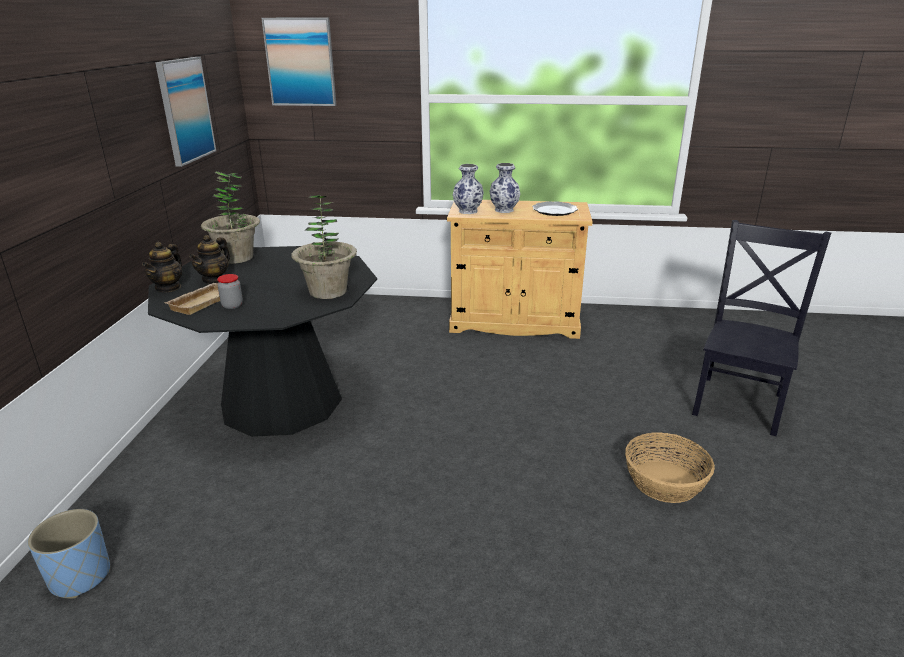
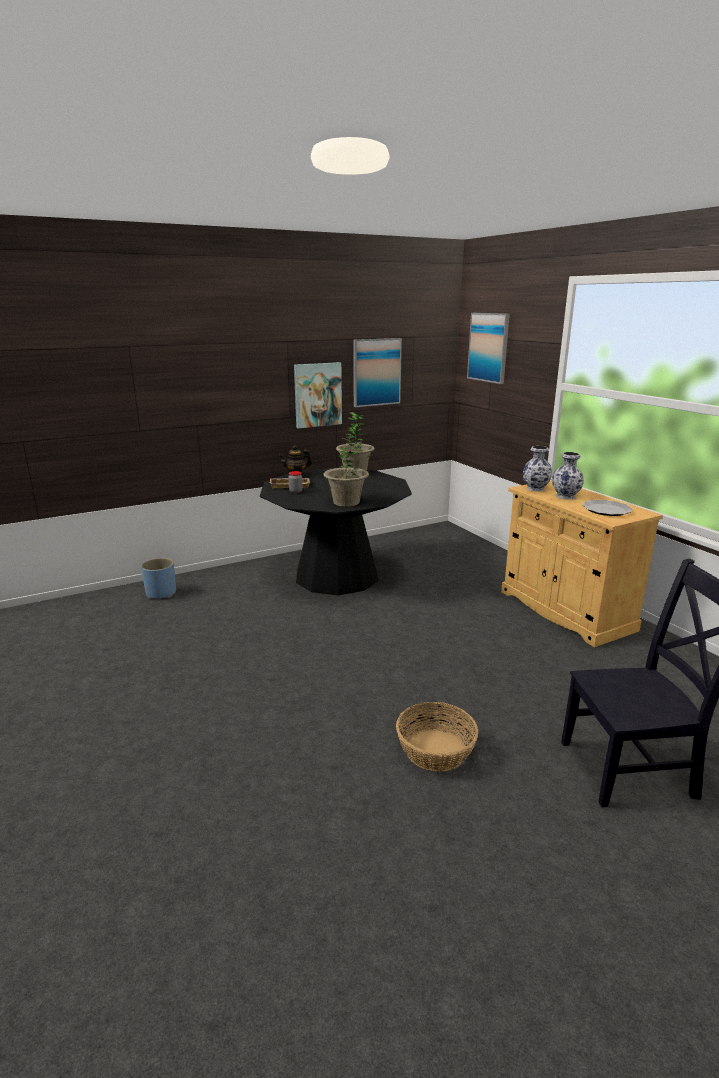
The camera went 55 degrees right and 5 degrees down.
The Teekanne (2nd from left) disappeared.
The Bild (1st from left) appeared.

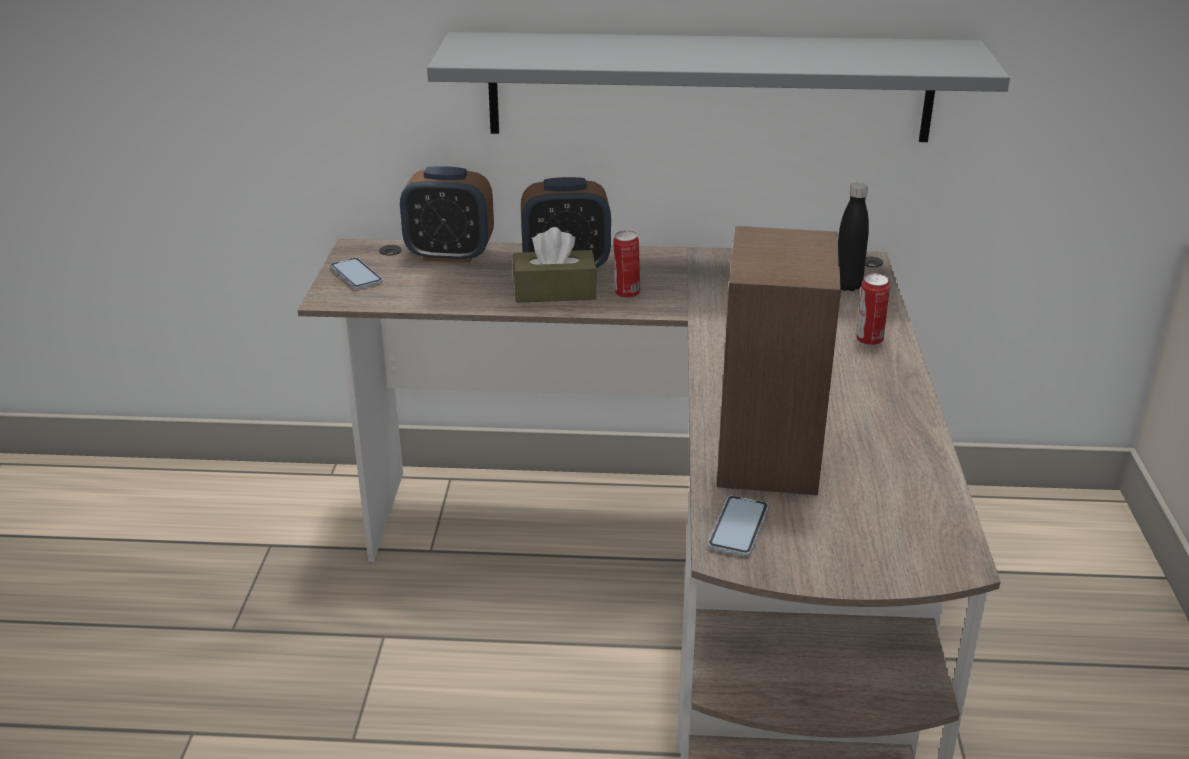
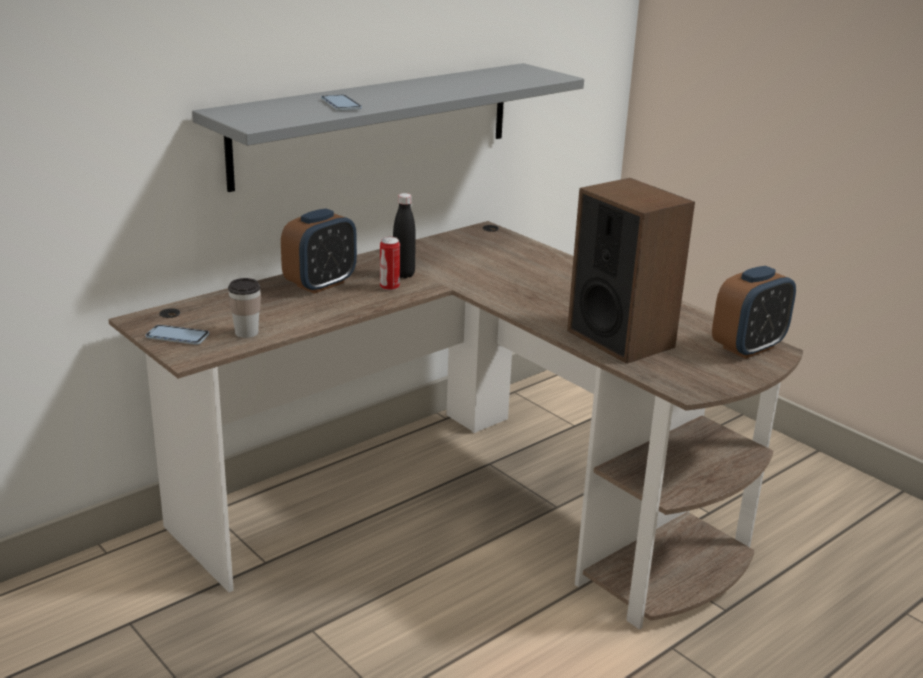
The camera went 45 degrees left and 5 degrees down.
The Wecker (1st from left in the first image) moved.
The Taschentuchbox/braun disappeared.
The Handy (2nd from left) moved.
The Flasche/schwarz moved.
The Dose (2nd from left) disappeared.
The Tasse appeared.

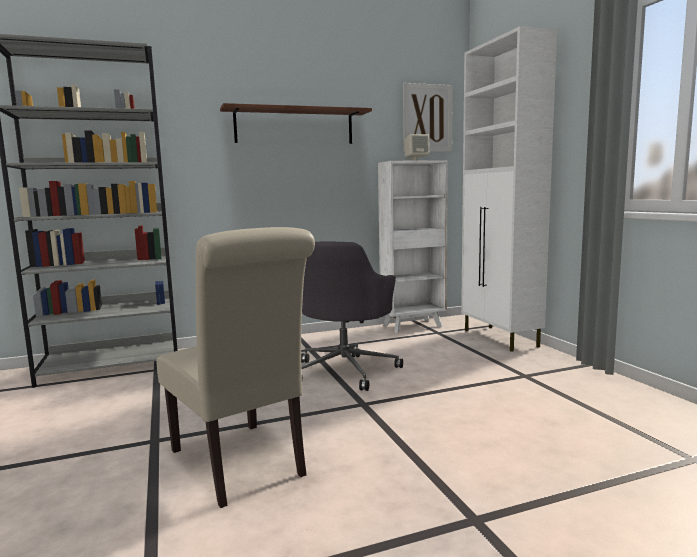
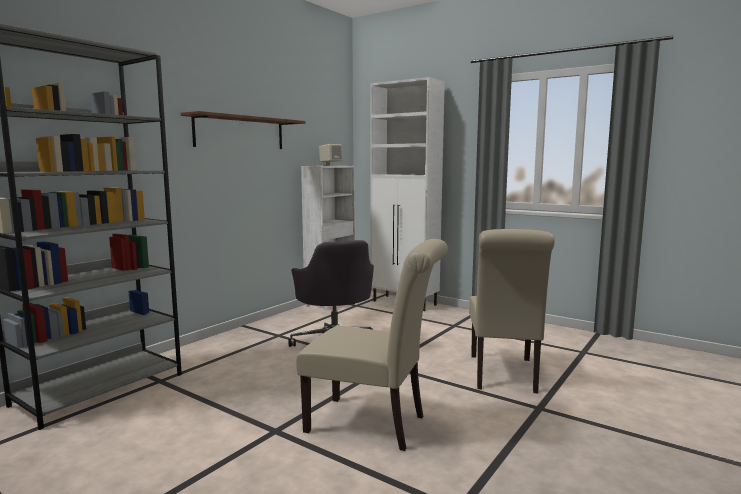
The camera went 35 degrees left and 0 degrees up.
The Bild disappeared.
The Stuhl/beige (2nd from left) appeared.

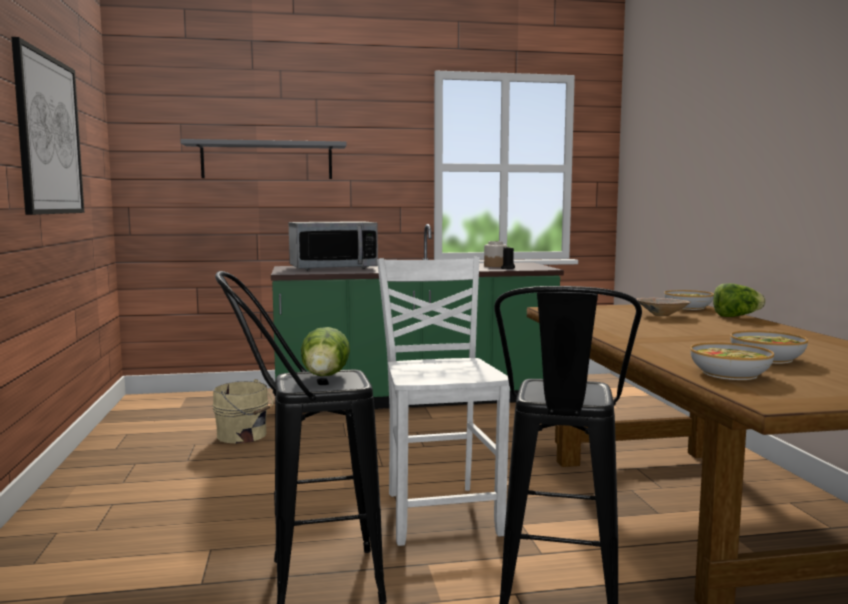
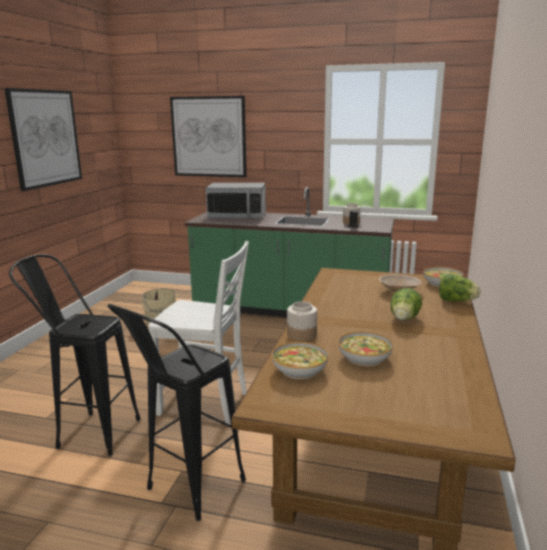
The camera went 25 degrees right and 10 degrees up.
The Wandregal/grau was replaced by the Bild (2nd from left).
The Salatkopf (1st from left) moved.
The Stuhl/weiß turned 90 degrees clockwise.
The Vorratsglas (1st from left) appeared.

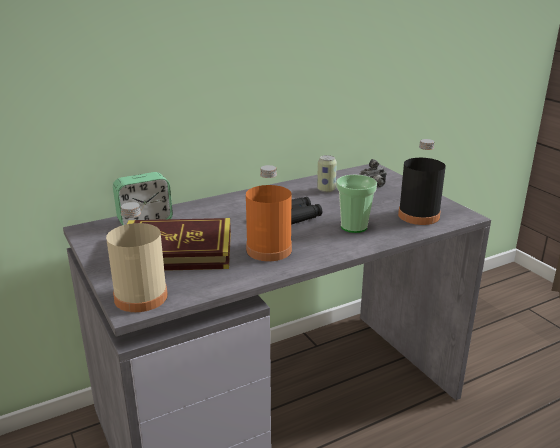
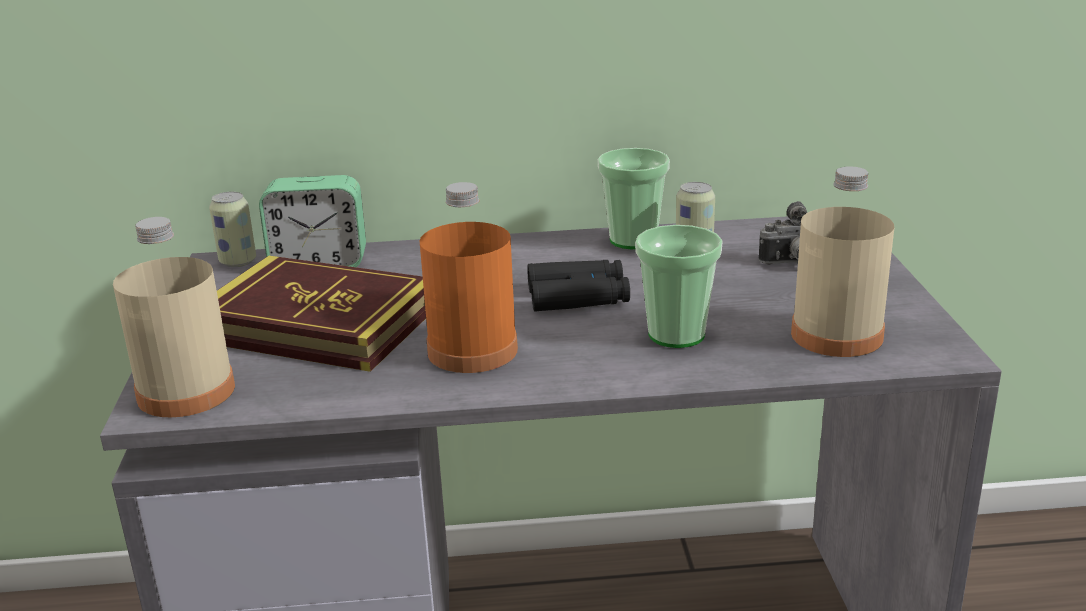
The camera went 25 degrees right and 0 degrees up.
The Flasche/schwarz became the Flasche/beige (2nd from left).
The Dose (1st from left) appeared.
The Tasse (1st from left) appeared.

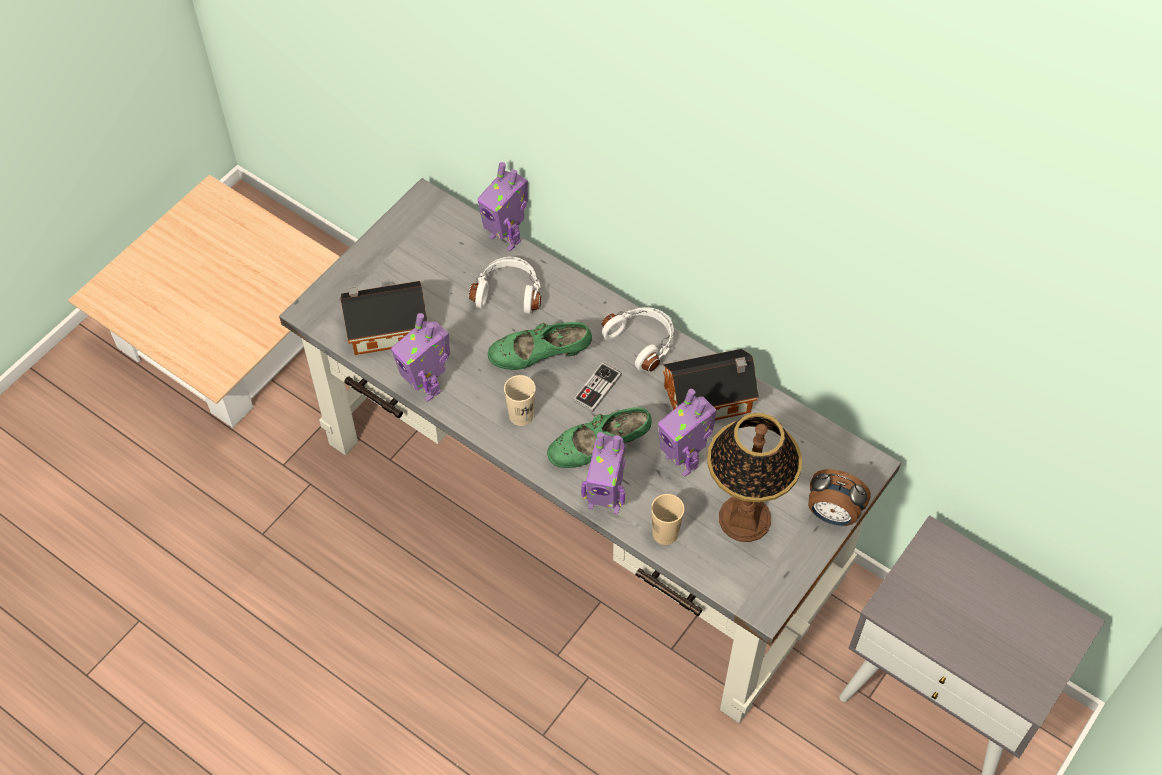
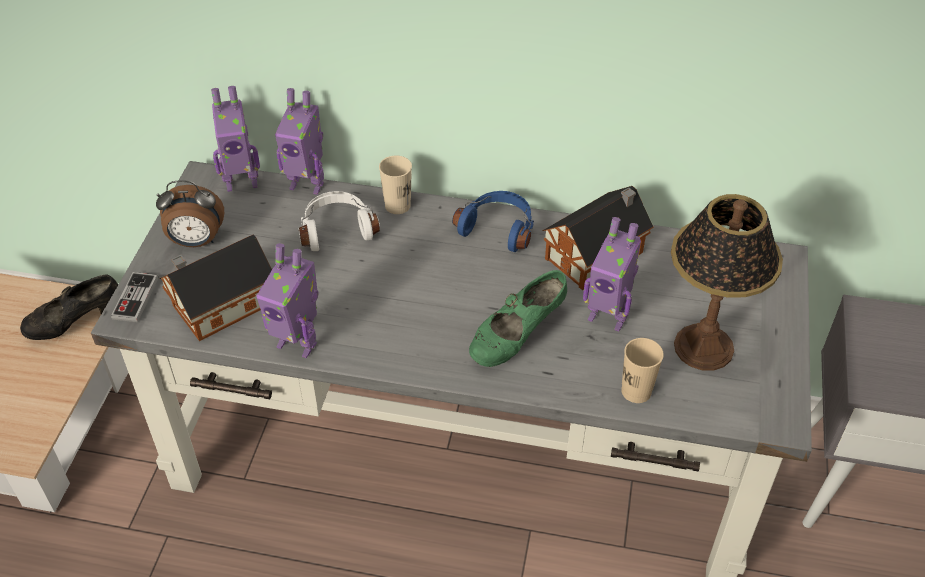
The camera went 25 degrees left and 10 degrees down.
The Schuh/grün (1st from left) disappeared.
The Tasse/beige (1st from left) moved.
The Gamepad moved.
The Spielzeugroboter (3rd from left in the first image) moved.
The Kopfhörer/weiß (2nd from left) became the Kopfhörer/blau.
The Wecker moved.
The Schuh/schwarz appeared.

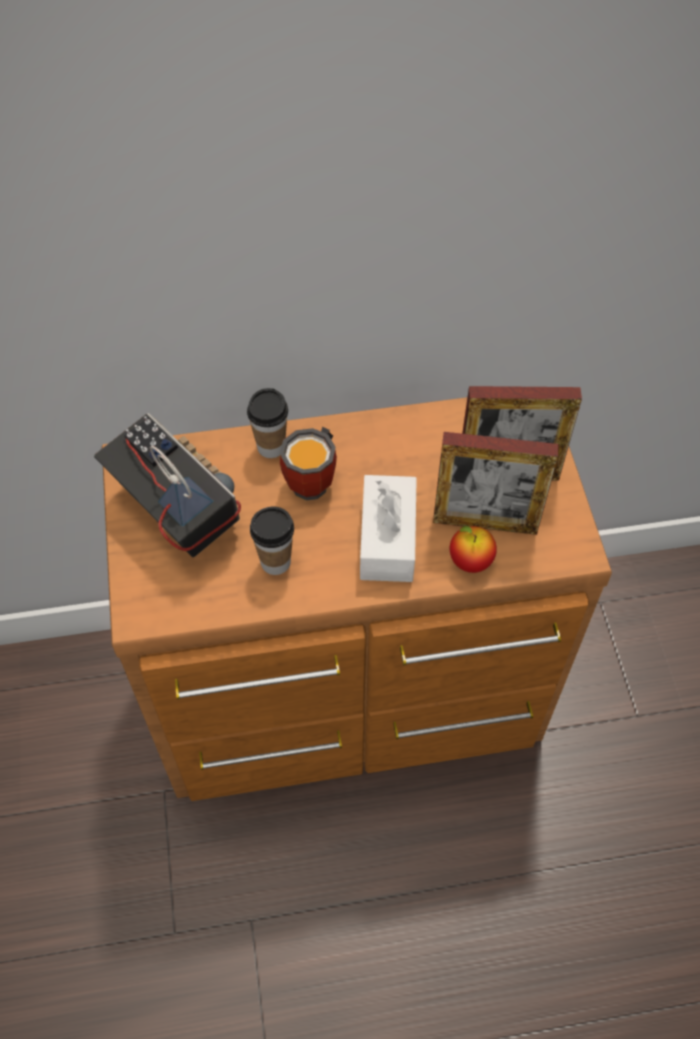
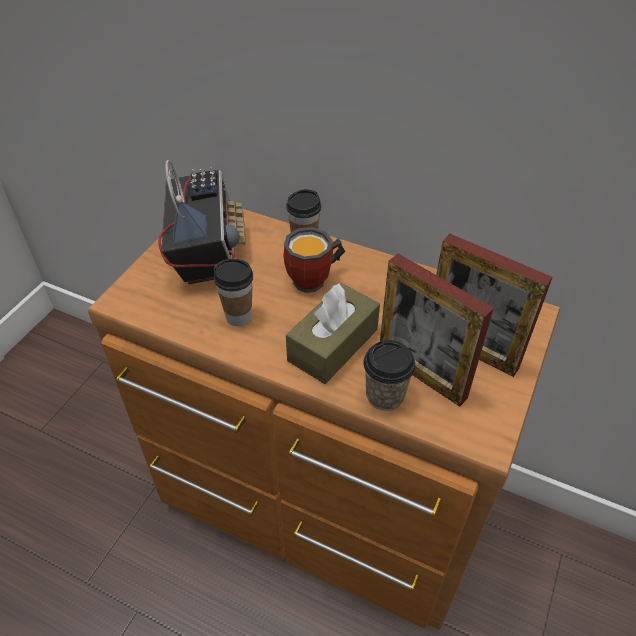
The camera went 35 degrees right and 10 degrees down.
The Taschentuchbox/weiß became the Taschentuchbox/braun.
The Apfel was replaced by the Tasse (3rd from left).

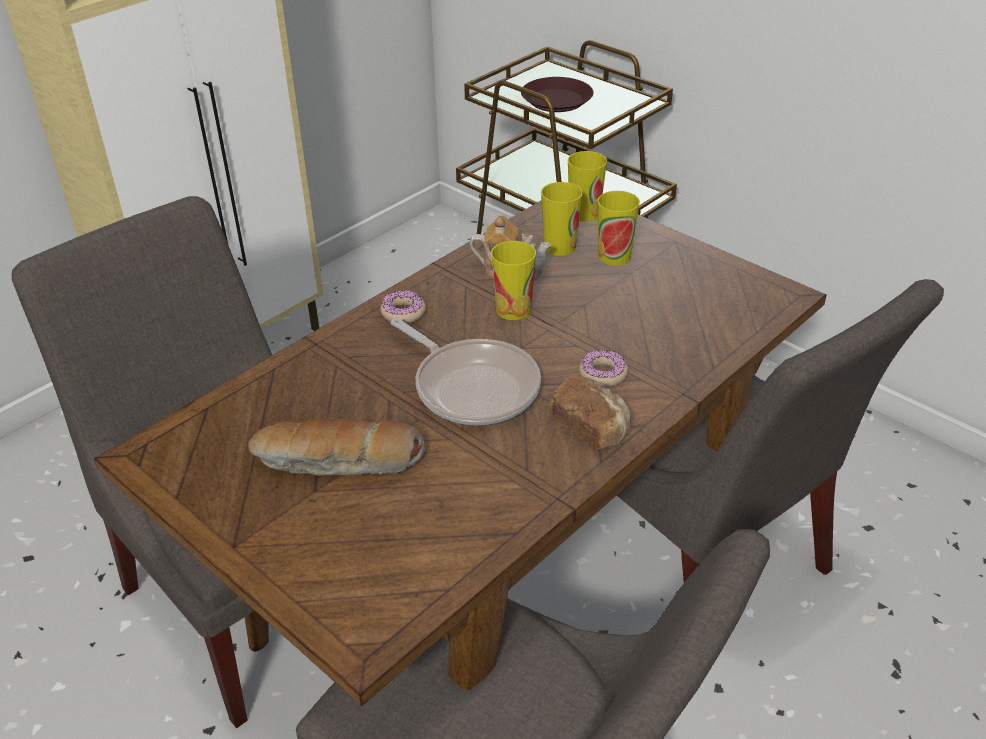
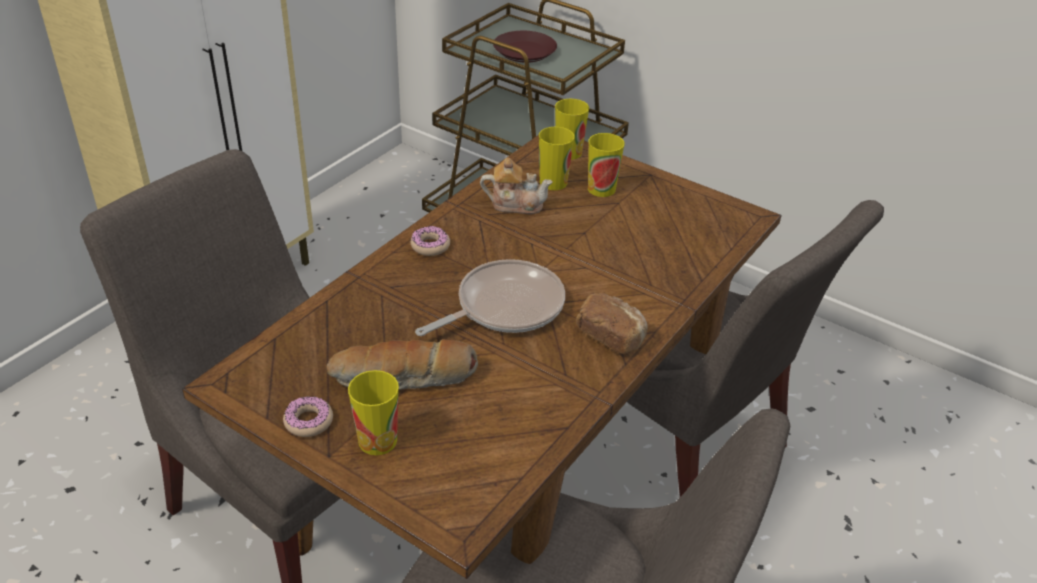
The camera went 10 degrees left and 0 degrees up.
The Pfanne turned 75 degrees counterclockwise.
The Tasse (1st from left) moved.
The Donut (2nd from left in the first image) moved.

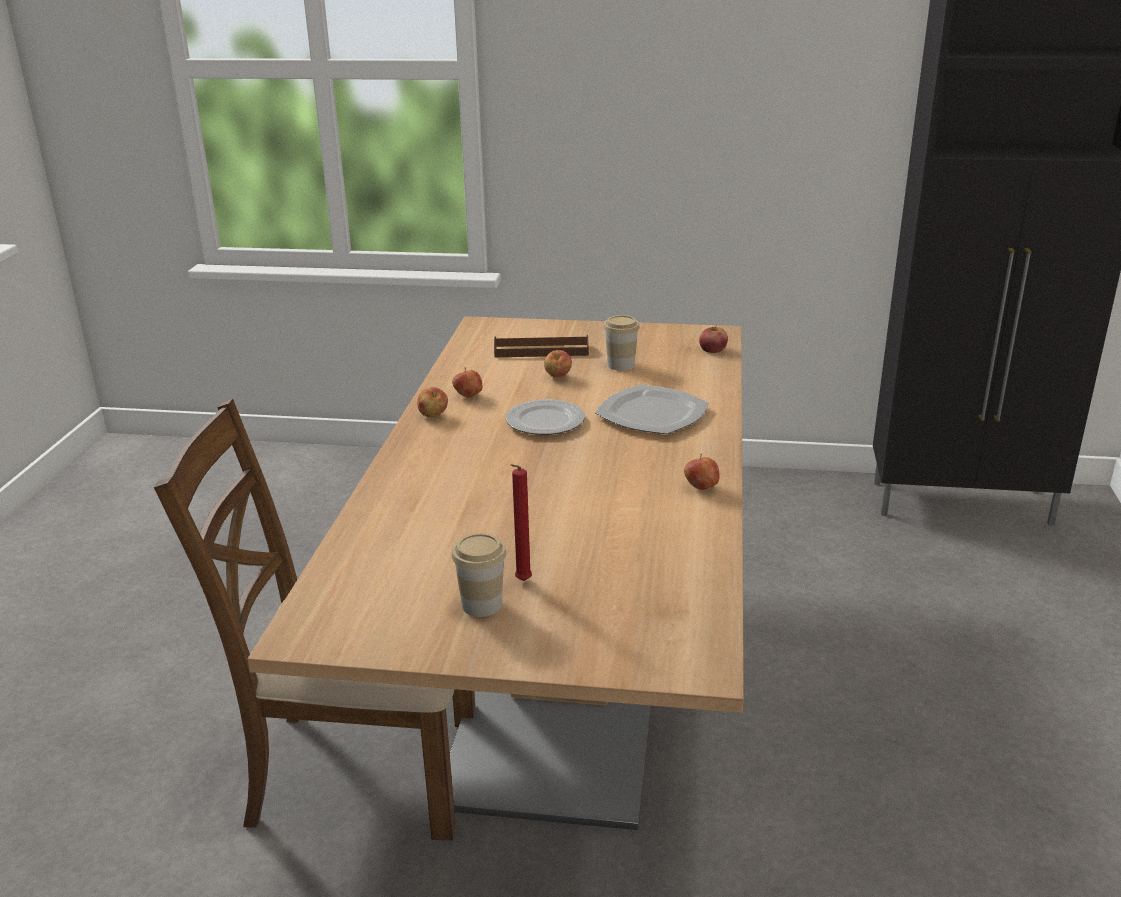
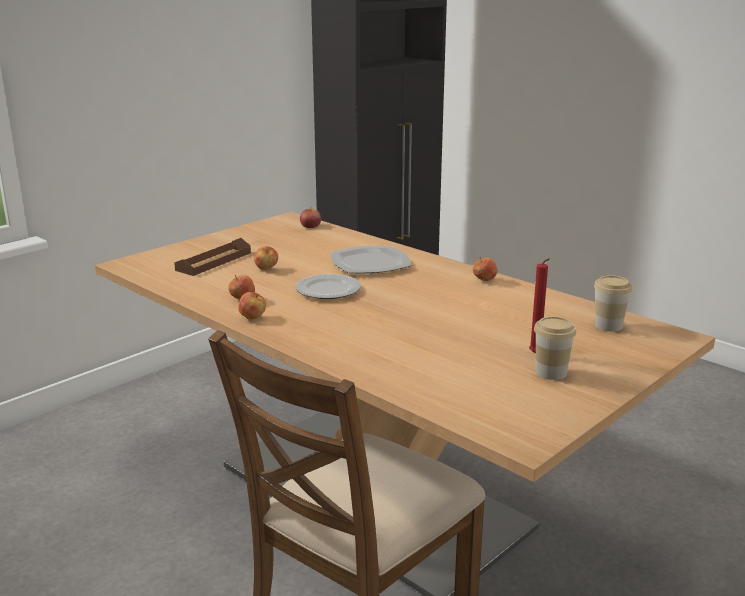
The camera went 55 degrees left and 5 degrees down.
The Tasse (2nd from left) moved.

